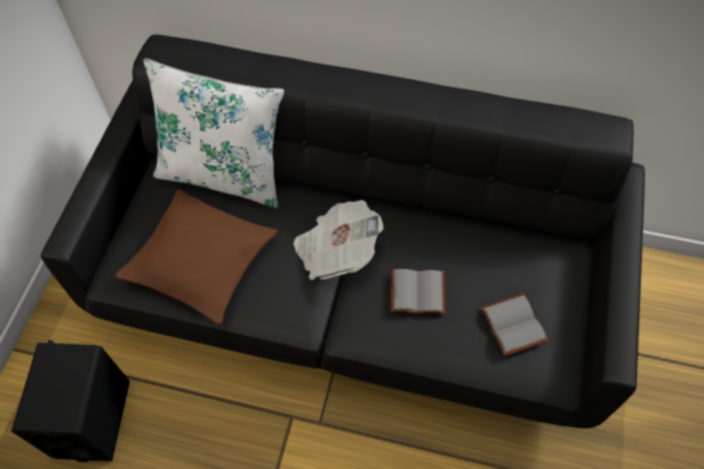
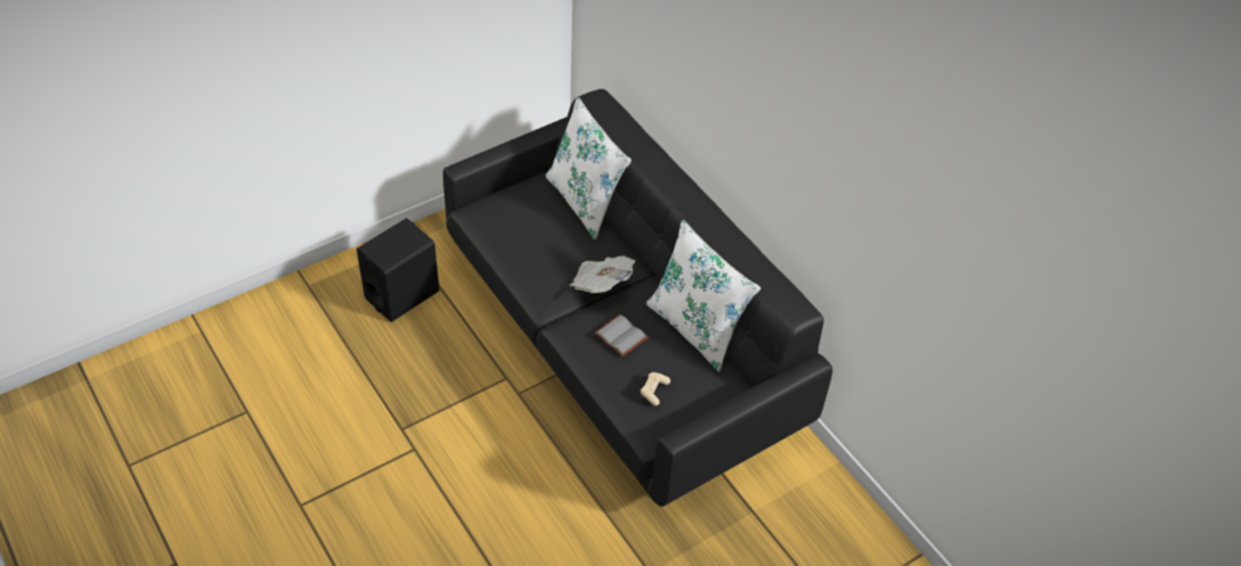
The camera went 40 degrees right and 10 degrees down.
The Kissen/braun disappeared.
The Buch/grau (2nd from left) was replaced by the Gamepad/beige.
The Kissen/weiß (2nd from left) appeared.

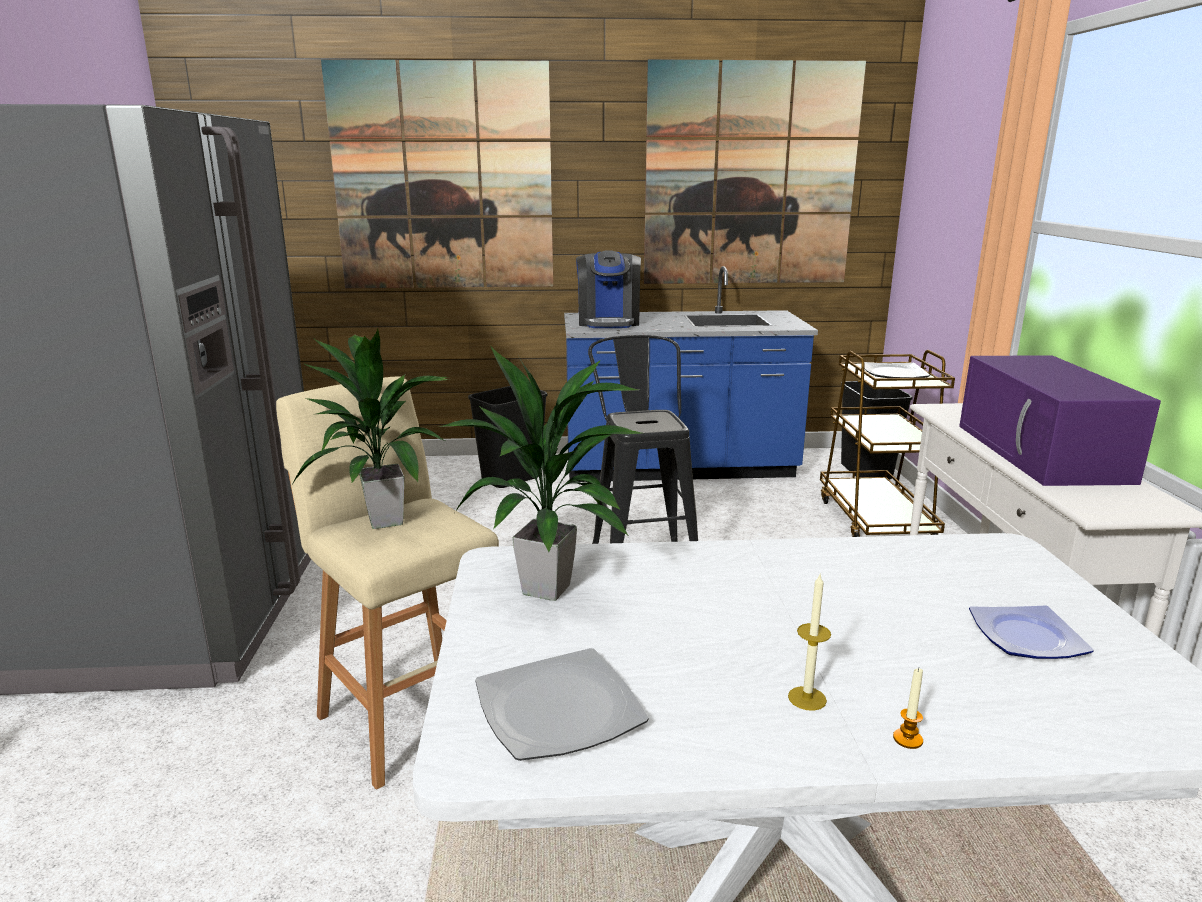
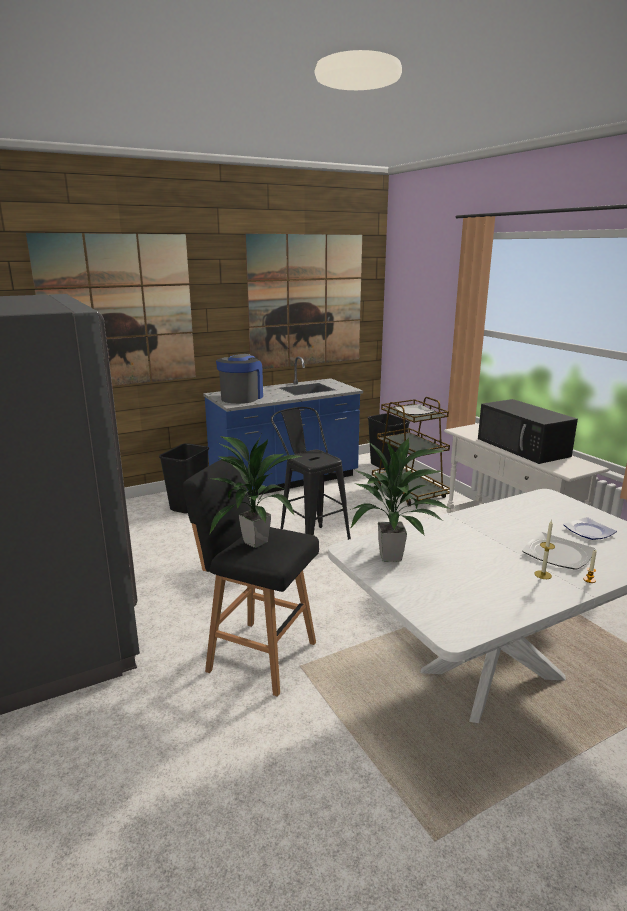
The camera went 25 degrees left and 0 degrees up.
The Hocker/beige became the Hocker/schwarz (1st from left).
The Teller (1st from left in the first image) moved.
The Kaffeemaschine turned 135 degrees counterclockwise.
The Mikrowelle/lila became the Mikrowelle/schwarz.

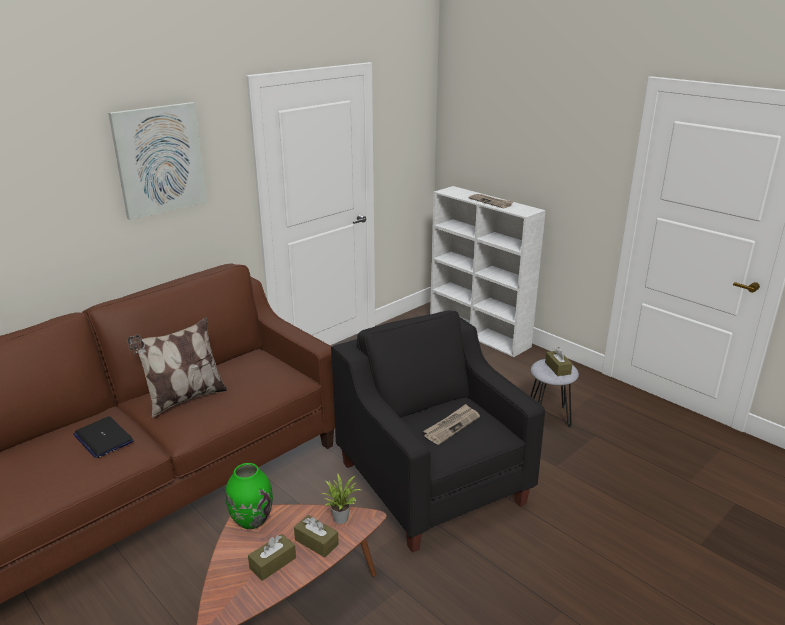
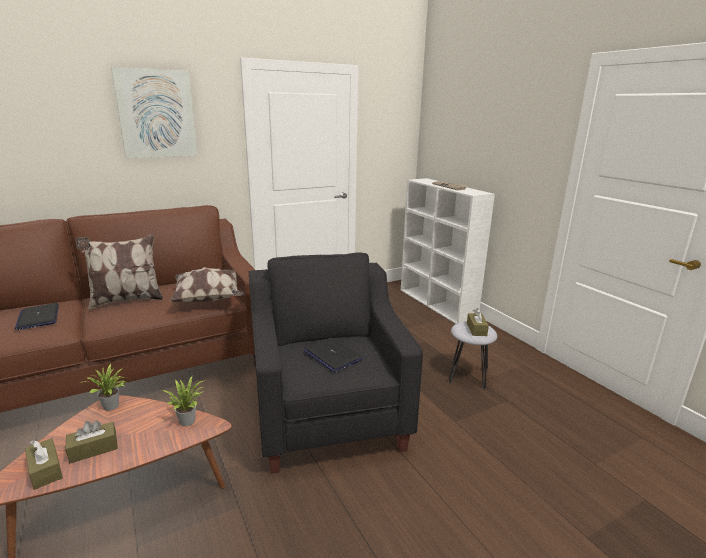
The camera went 15 degrees right and 5 degrees down.
The Vase/grün was replaced by the Topfpflanze (1st from left).
The Taschentuchbox/braun (2nd from left in the first image) moved.
The Zeitung (1st from left) was replaced by the Laptop (2nd from left).
The Kissen (2nd from left) appeared.

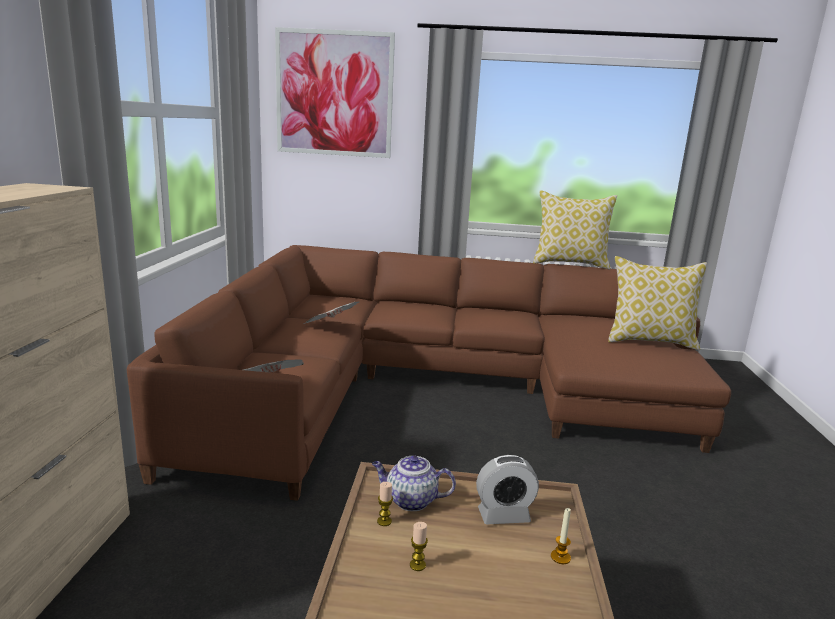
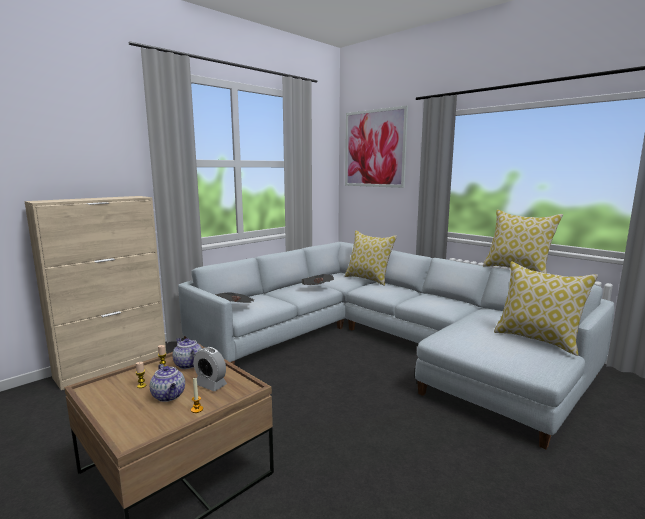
The camera went 40 degrees right and 5 degrees down.
The Sofa/braun became the Sofa/grau.
The Teekanne (1st from left) appeared.
The Kissen (1st from left) appeared.

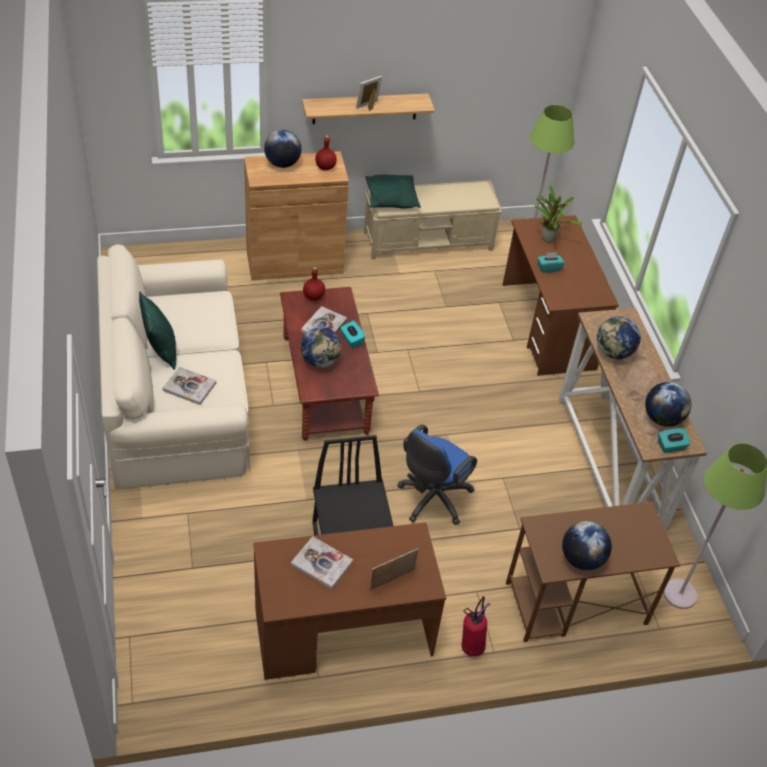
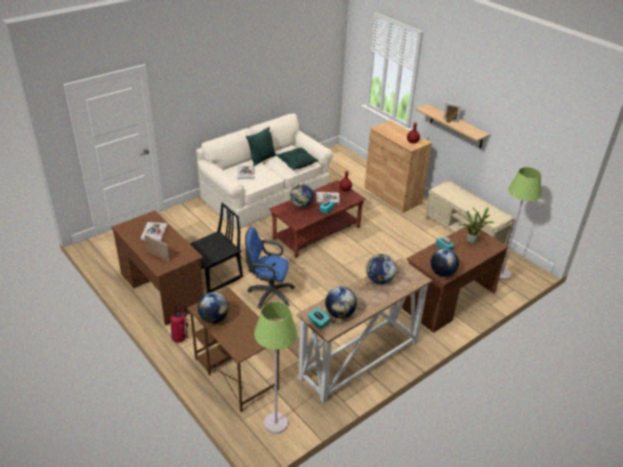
The camera went 65 degrees right and 10 degrees down.
The Globus (1st from left in the first image) moved.
The Kissen/grün (2nd from left) moved.

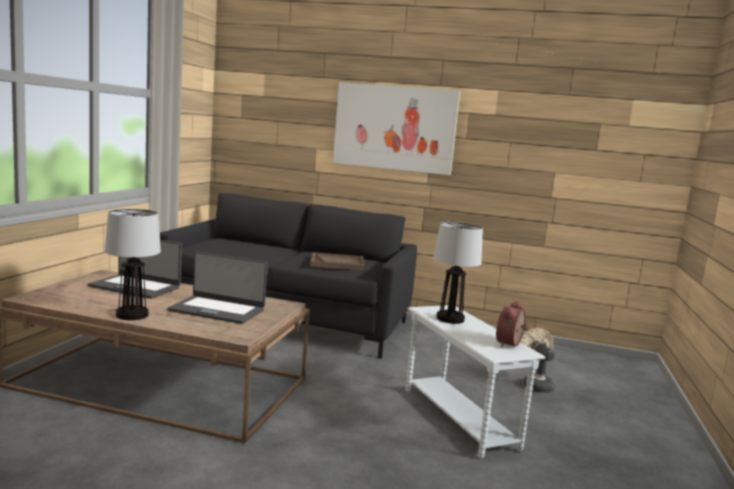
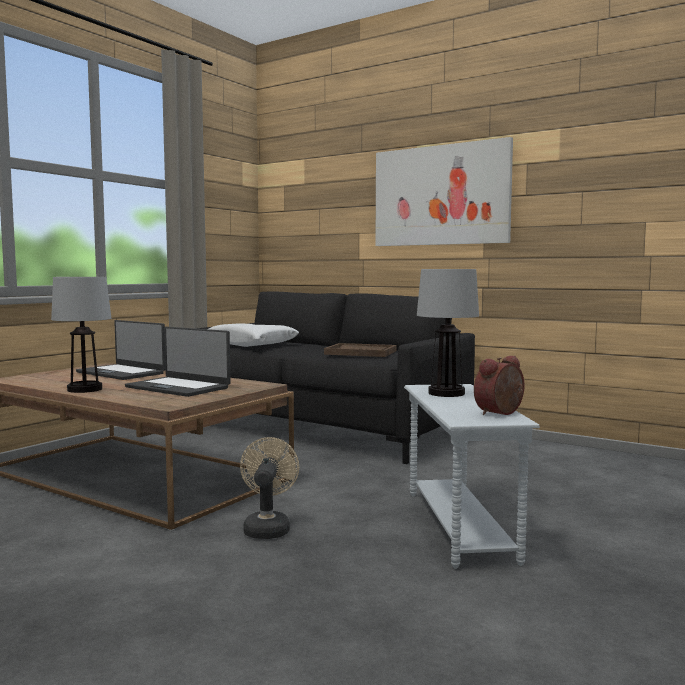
The camera went 20 degrees right and 5 degrees down.
The Ventilator/beige moved.
The Kissen/weiß appeared.

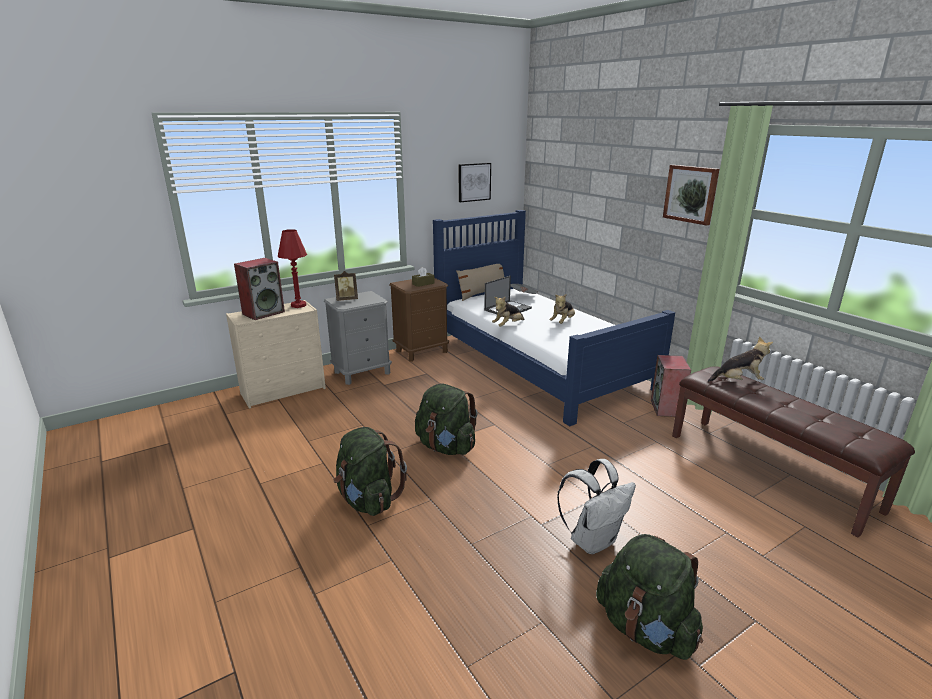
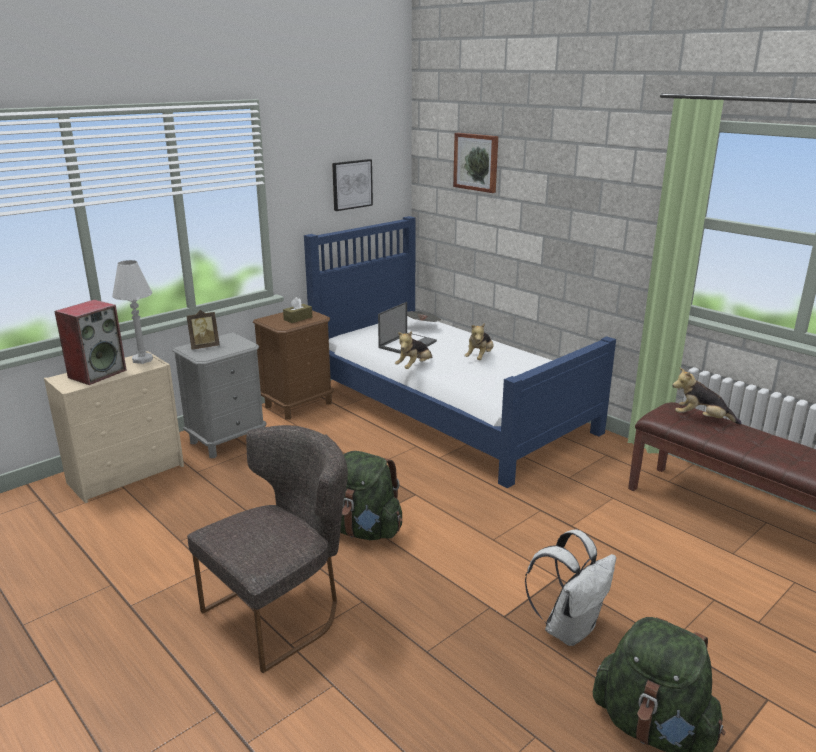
The camera went 10 degrees left and 0 degrees up.
The Tischlampe/rot became the Tischlampe/weiß.
The Rucksack/grün (1st from left) was replaced by the Stuhl/grau.
The Kissen/beige disappeared.
The Lautsprecher (2nd from left) disappeared.
The Bild (2nd from left) moved.
The Plüschtier (3rd from left) turned 150 degrees counterclockwise.

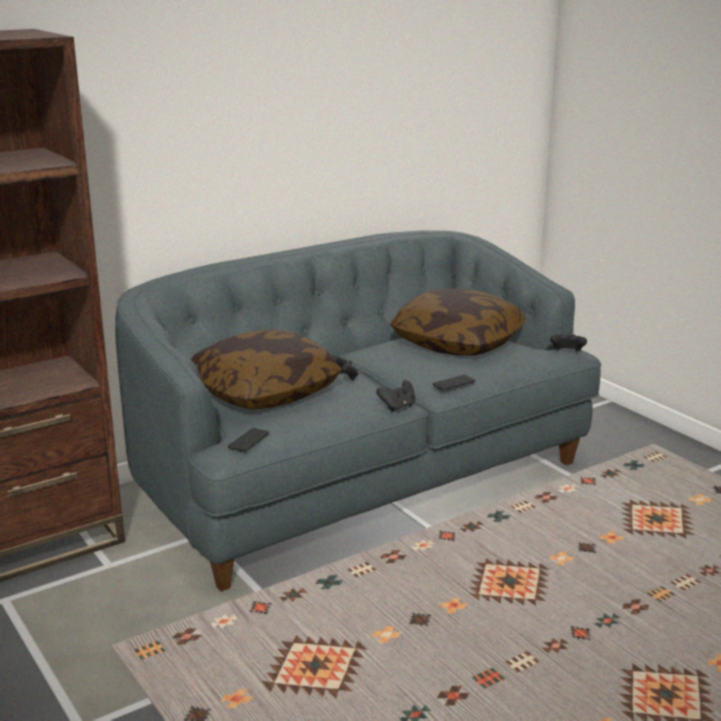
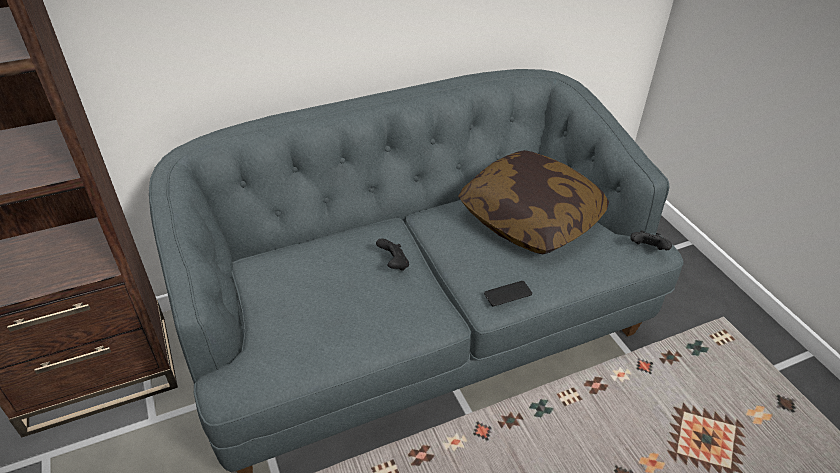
The camera went 10 degrees right and 20 degrees up.
The Kissen (1st from left) disappeared.
The Handy (1st from left) disappeared.
The Gamepad/schwarz (2nd from left) disappeared.

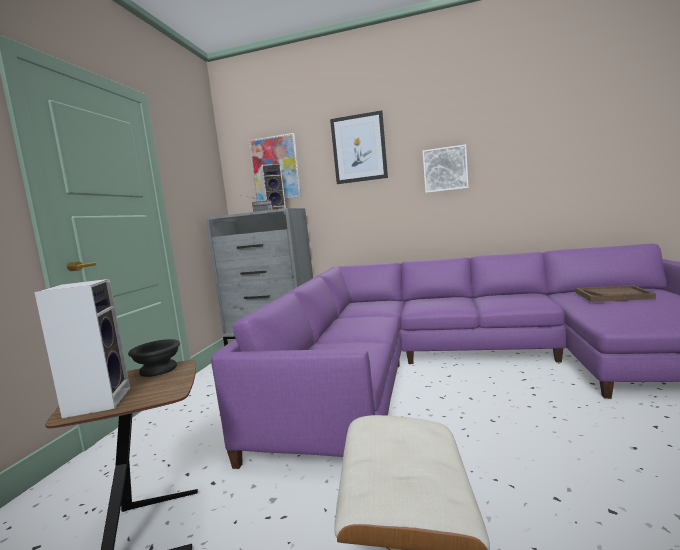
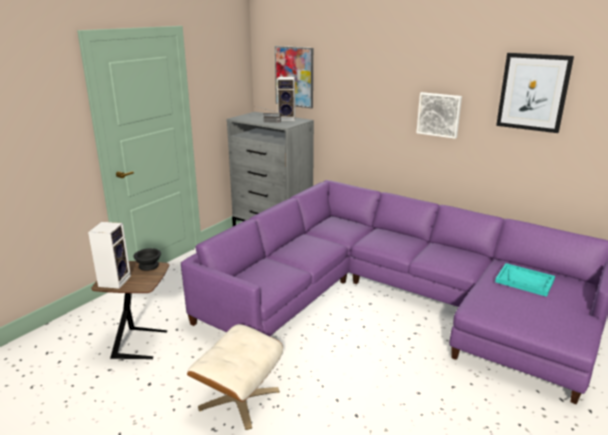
The camera went 20 degrees right and 15 degrees up.
The Bild (2nd from left in the first image) moved.
The Tablett/braun became the Tablett/türkis.

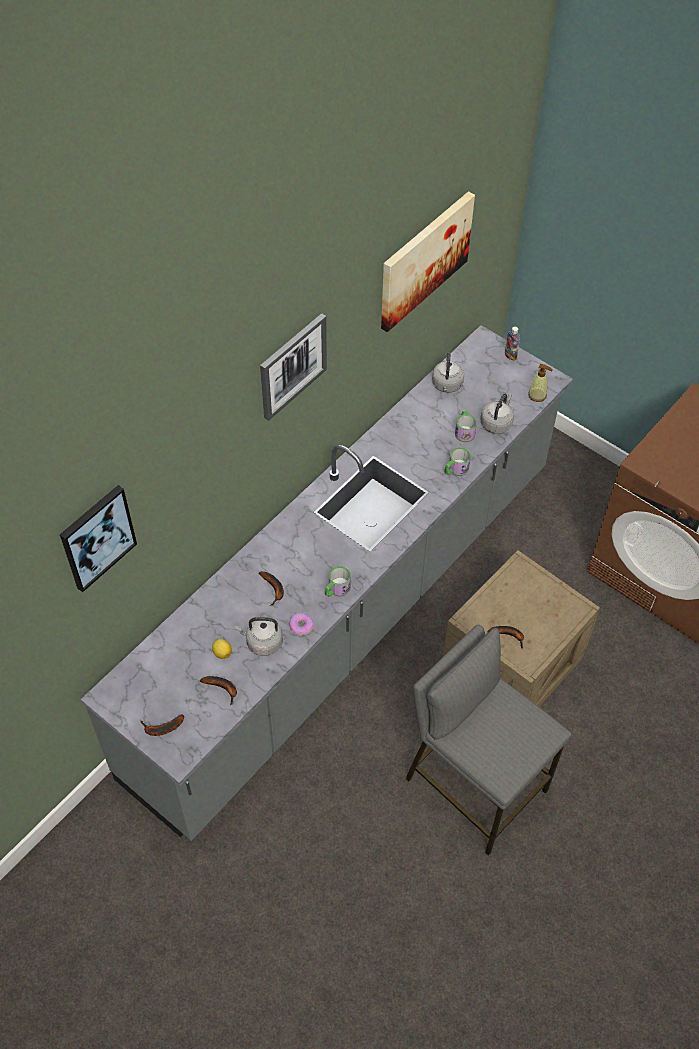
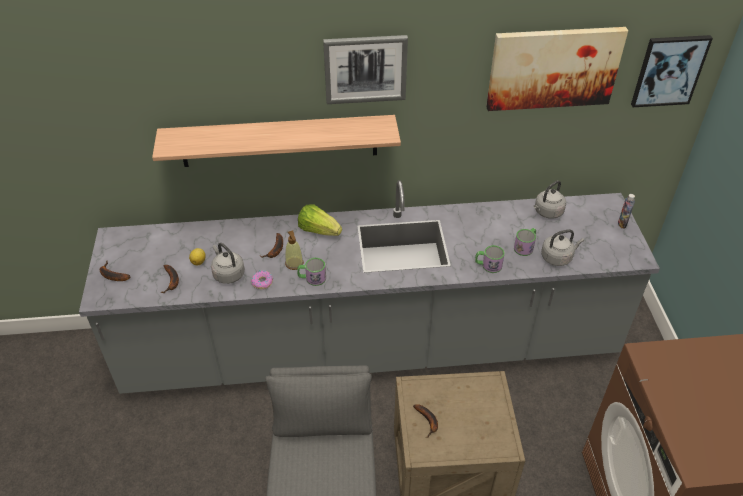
The camera went 45 degrees right and 10 degrees down.
The Bild (1st from left in the first image) moved.
The Seifenspender moved.
The Wandregal appeared.
The Salatkopf appeared.

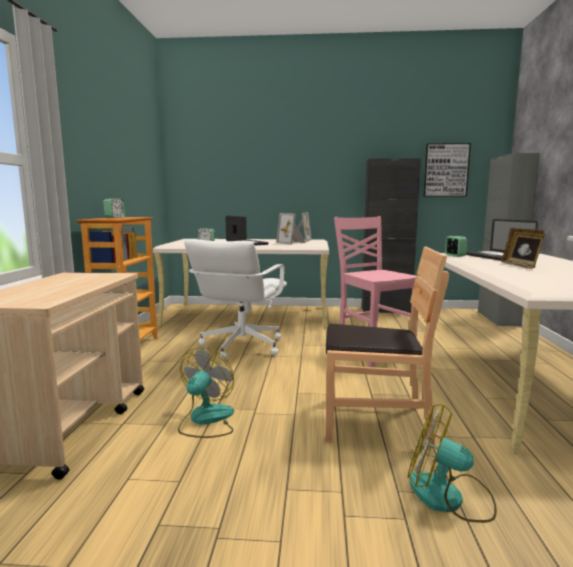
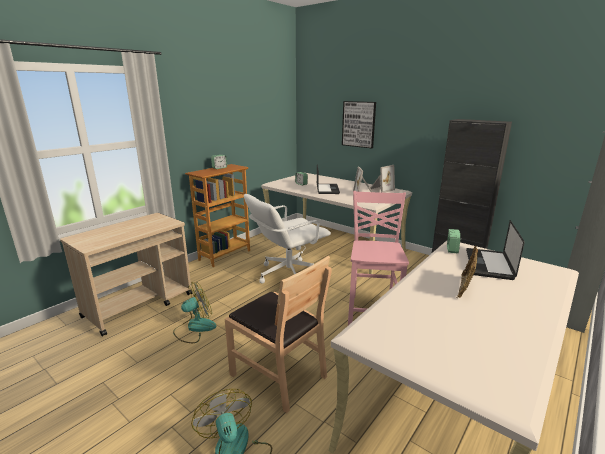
The camera went 35 degrees right and 10 degrees up.
The Bild moved.

